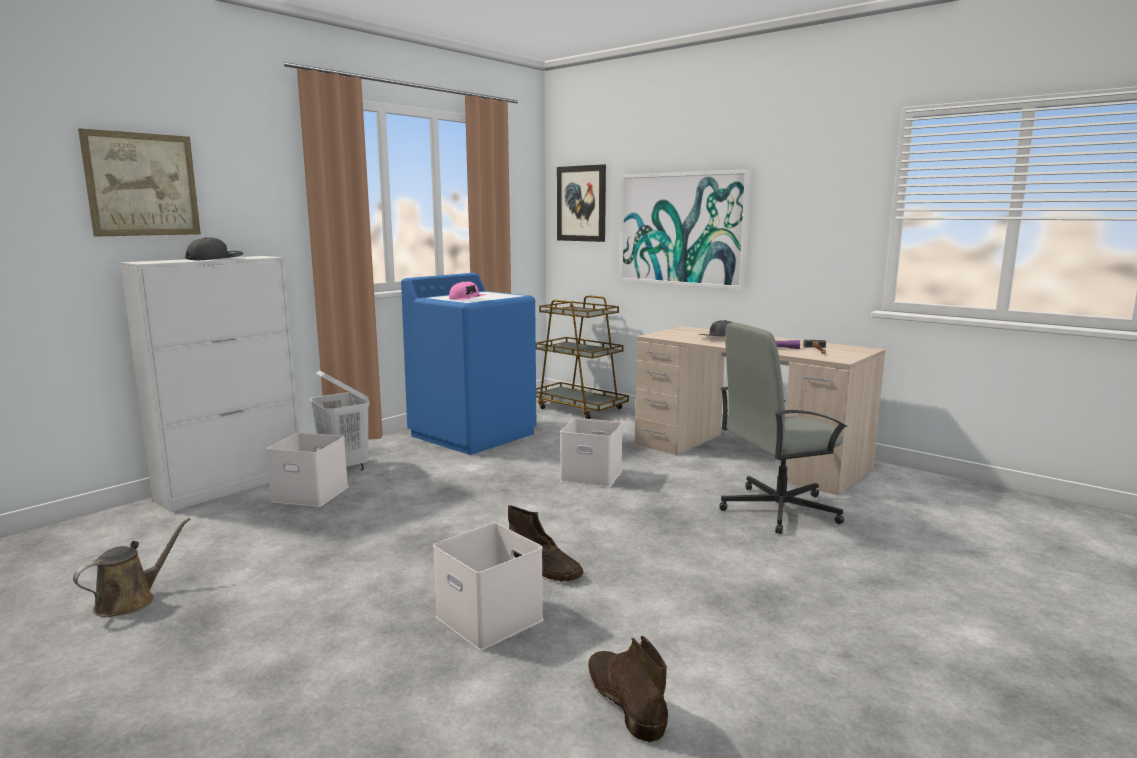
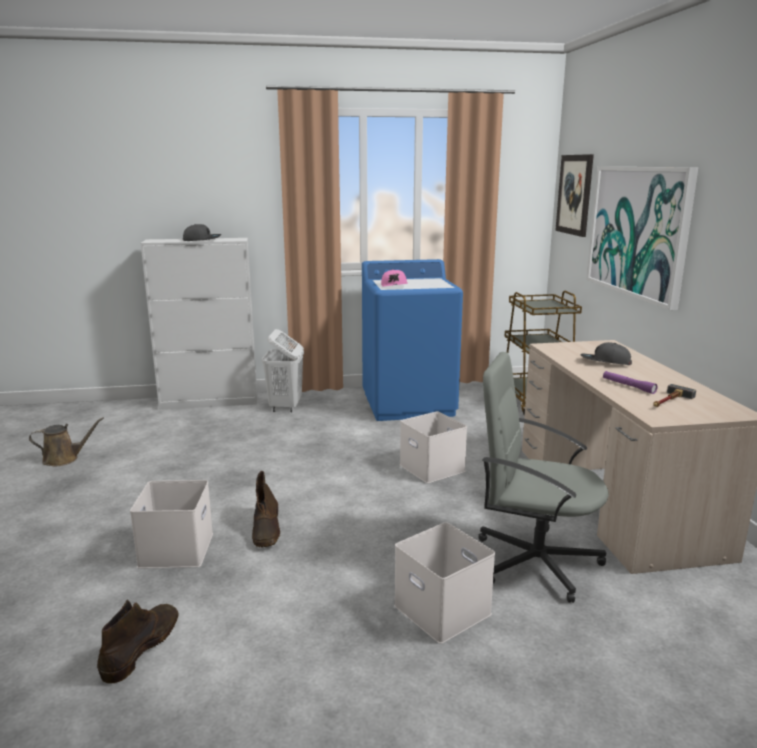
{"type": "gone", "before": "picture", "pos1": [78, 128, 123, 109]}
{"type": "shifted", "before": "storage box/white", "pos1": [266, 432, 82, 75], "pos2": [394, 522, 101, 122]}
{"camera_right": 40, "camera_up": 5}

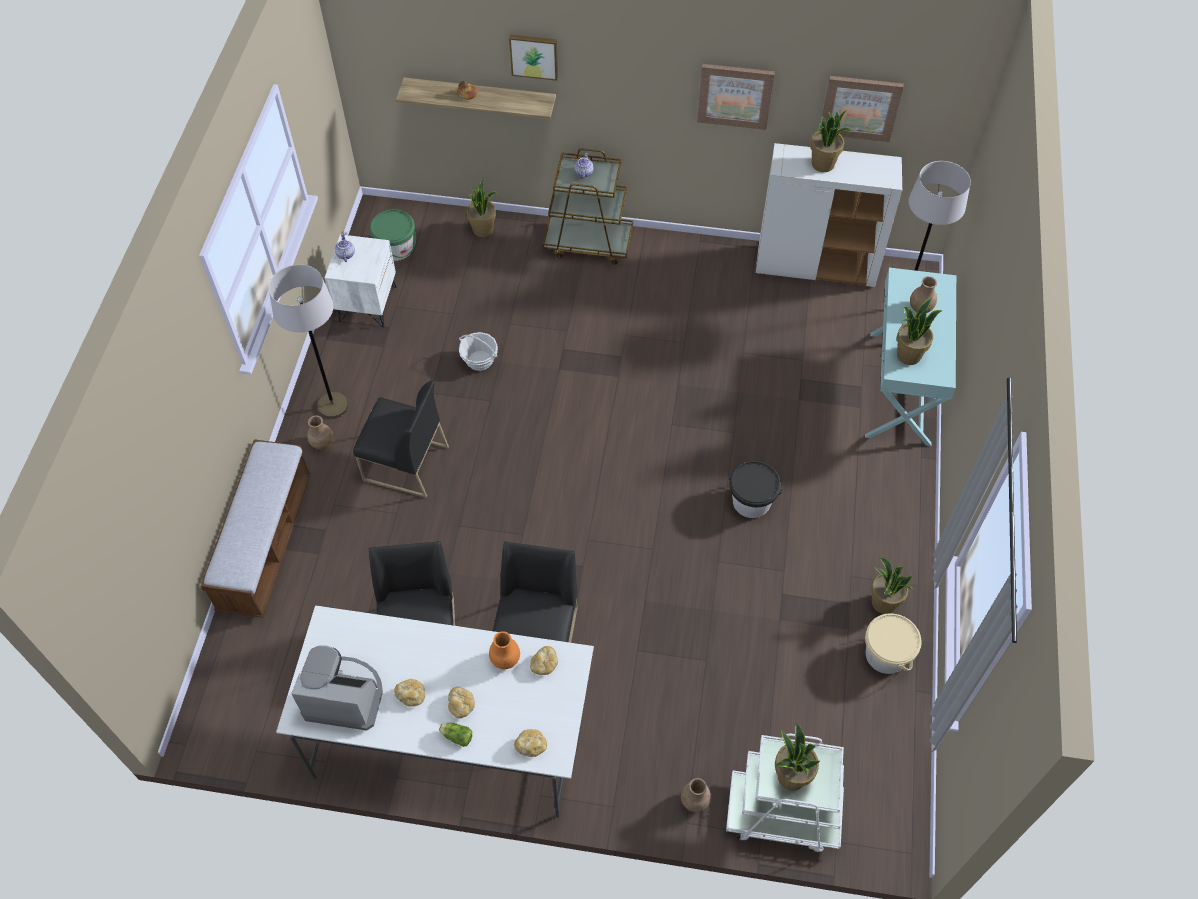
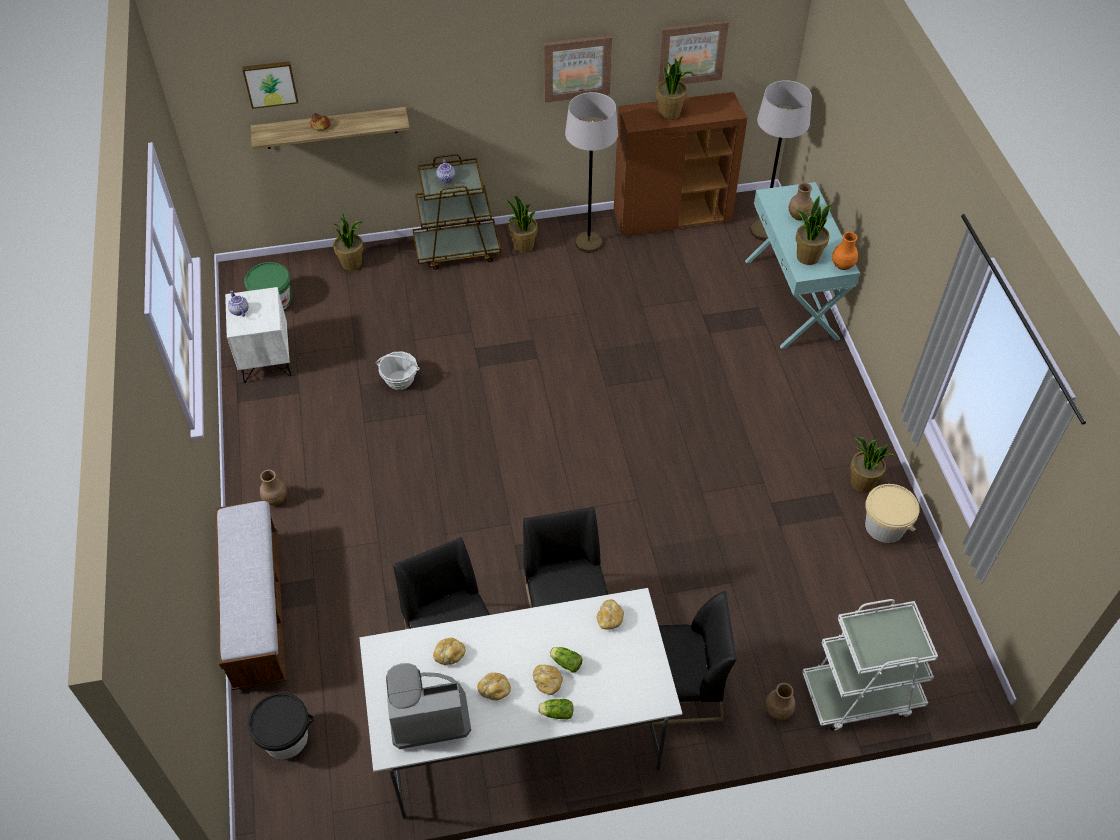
{"type": "shifted", "before": "picture", "pos1": [509, 35, 49, 46], "pos2": [242, 61, 56, 48]}
{"type": "repainted", "before": "cabinet/white", "after": "cabinet/brown", "pos1": [755, 143, 147, 144], "pos2": [614, 92, 133, 144]}
{"type": "shifted", "before": "floor lamp/grey", "pos1": [269, 264, 80, 155], "pos2": [565, 92, 53, 161]}
{"type": "shifted", "before": "chair/black", "pos1": [353, 380, 96, 118], "pos2": [645, 591, 92, 134]}
{"type": "shifted", "before": "bucket/black", "pos1": [729, 461, 54, 57], "pos2": [248, 693, 66, 66]}
{"type": "shifted", "before": "vase/orange", "pos1": [489, 631, 31, 38], "pos2": [832, 232, 26, 38]}
{"type": "shifted", "before": "potted plant", "pos1": [775, 723, 45, 68], "pos2": [505, 196, 33, 57]}
{"type": "shifted", "before": "bread", "pos1": [514, 729, 33, 28], "pos2": [433, 638, 33, 27]}
{"type": "new", "after": "lettuce", "pos2": [550, 647, 32, 26]}
{"camera_right": -20, "camera_up": -5}

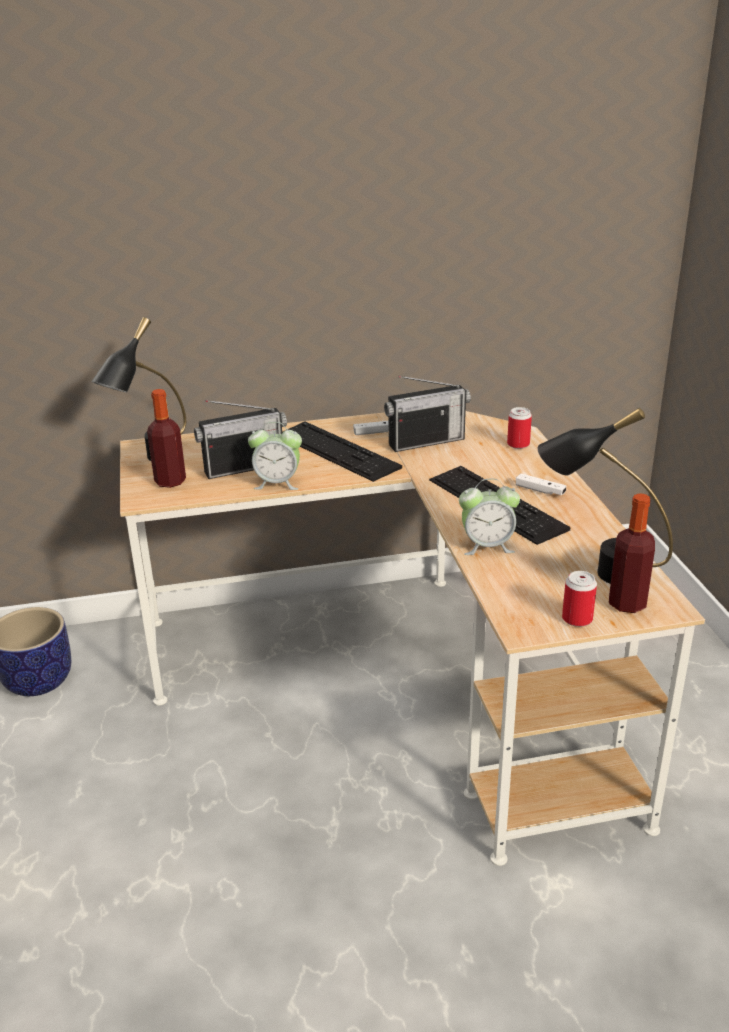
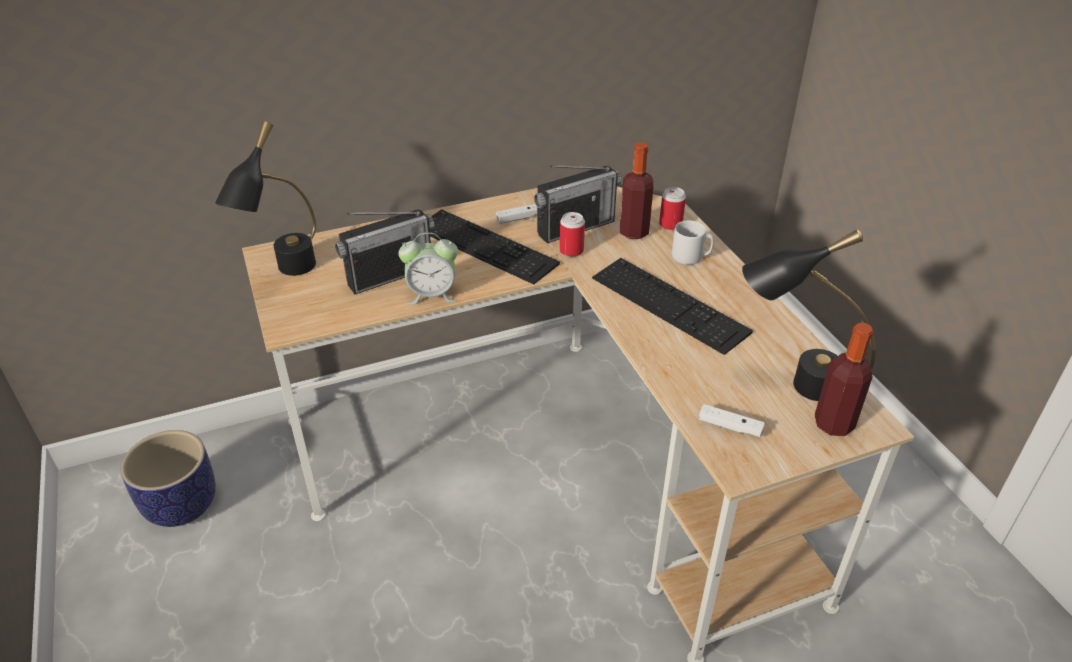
{"type": "shifted", "before": "bottle", "pos1": [147, 389, 39, 99], "pos2": [620, 142, 34, 97]}
{"type": "shifted", "before": "game controller/white", "pos1": [516, 473, 50, 22], "pos2": [699, 404, 66, 33]}
{"type": "gone", "before": "alarm clock", "pos1": [459, 479, 61, 76]}
{"type": "shifted", "before": "can", "pos1": [562, 571, 35, 56], "pos2": [560, 212, 25, 45]}
{"type": "new", "after": "mug/grey", "pos2": [672, 220, 42, 45]}
{"camera_right": -10, "camera_up": 10}

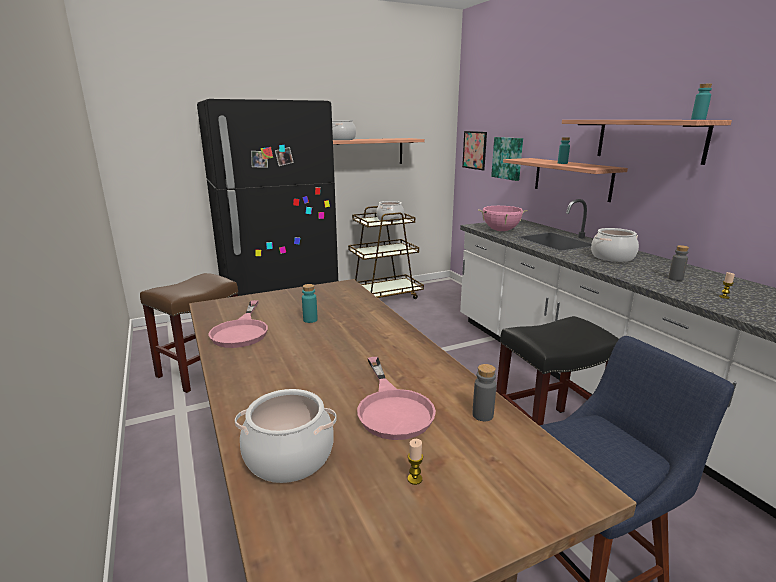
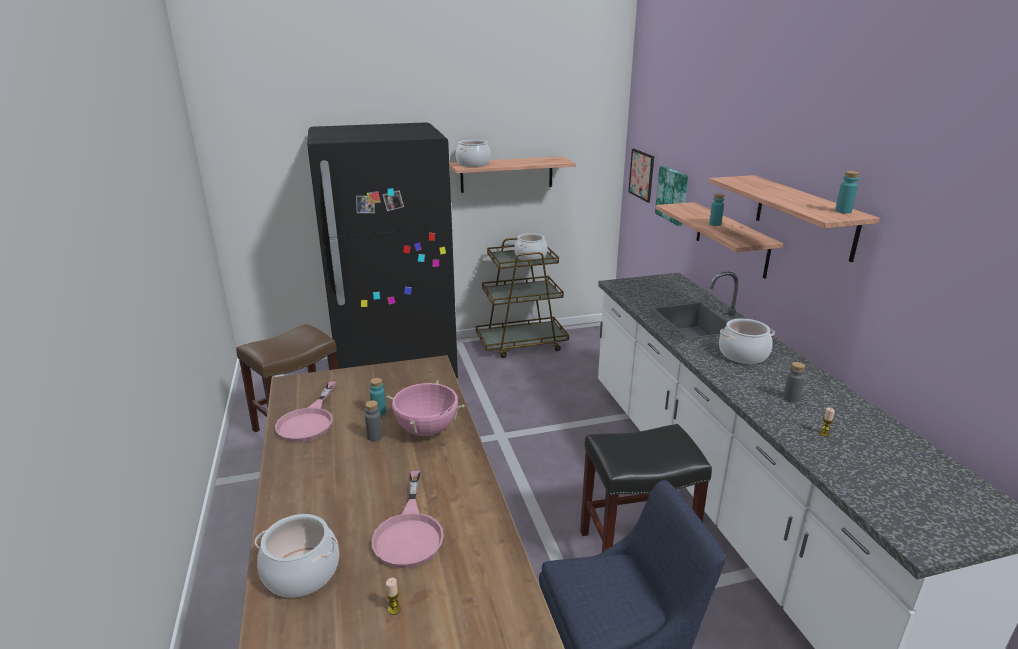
{"type": "shifted", "before": "cooking pot/pink", "pos1": [478, 206, 50, 25], "pos2": [387, 380, 78, 56]}
{"type": "shifted", "before": "bottle/grey", "pos1": [472, 364, 24, 57], "pos2": [365, 400, 18, 42]}
{"camera_right": 10, "camera_up": 5}

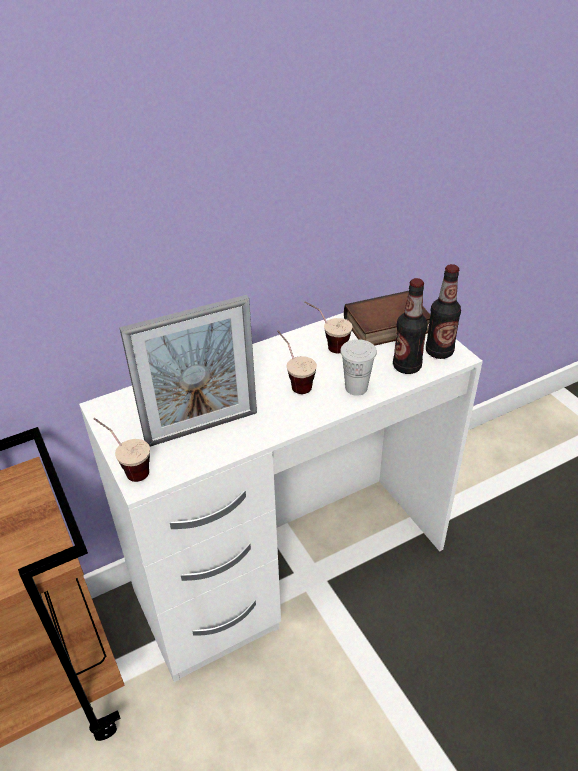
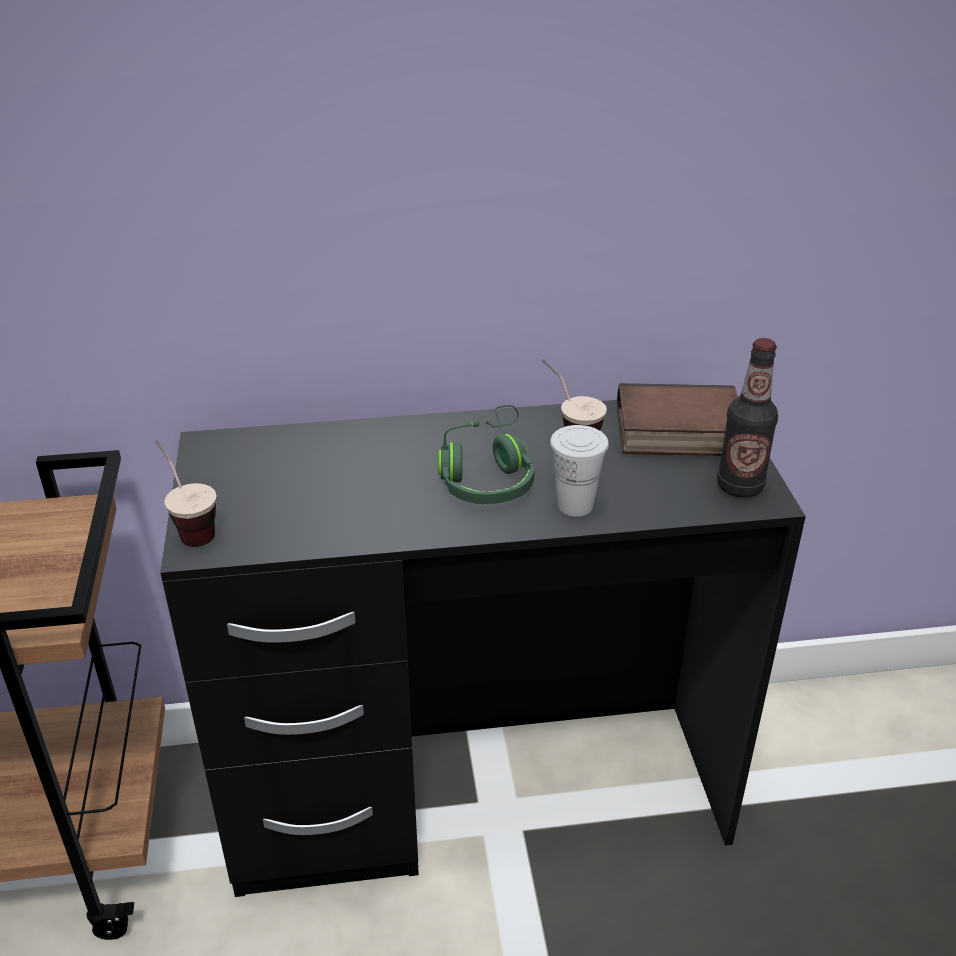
{"type": "gone", "before": "bottle", "pos1": [393, 278, 35, 96]}
{"type": "gone", "before": "picture frame", "pos1": [119, 295, 138, 152]}
{"type": "repainted", "before": "desk/white", "after": "desk/black", "pos1": [79, 313, 404, 369], "pos2": [160, 400, 646, 497]}
{"type": "swapped", "before": "cup", "after": "headphones/green", "pos1": [277, 330, 40, 64], "pos2": [438, 405, 97, 99]}
{"camera_right": 20, "camera_up": -5}

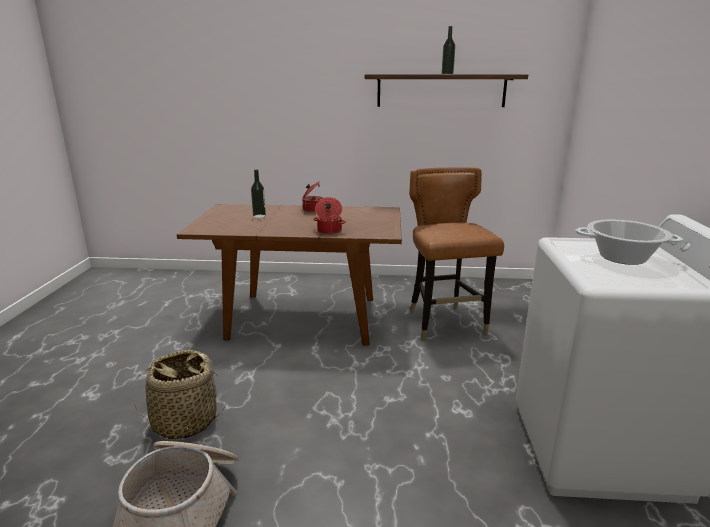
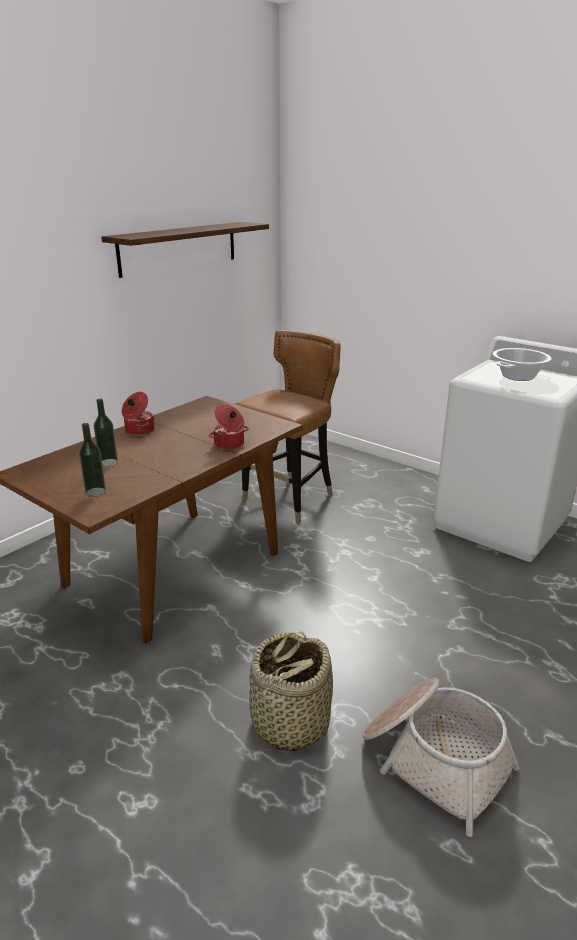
{"type": "shifted", "before": "bottle", "pos1": [442, 26, 13, 48], "pos2": [79, 423, 27, 74]}
{"type": "rotated", "before": "chair/brown", "pos1": [409, 167, 95, 173], "pos2": [235, 330, 106, 193], "turn": 105}
{"camera_right": -55, "camera_up": 5}

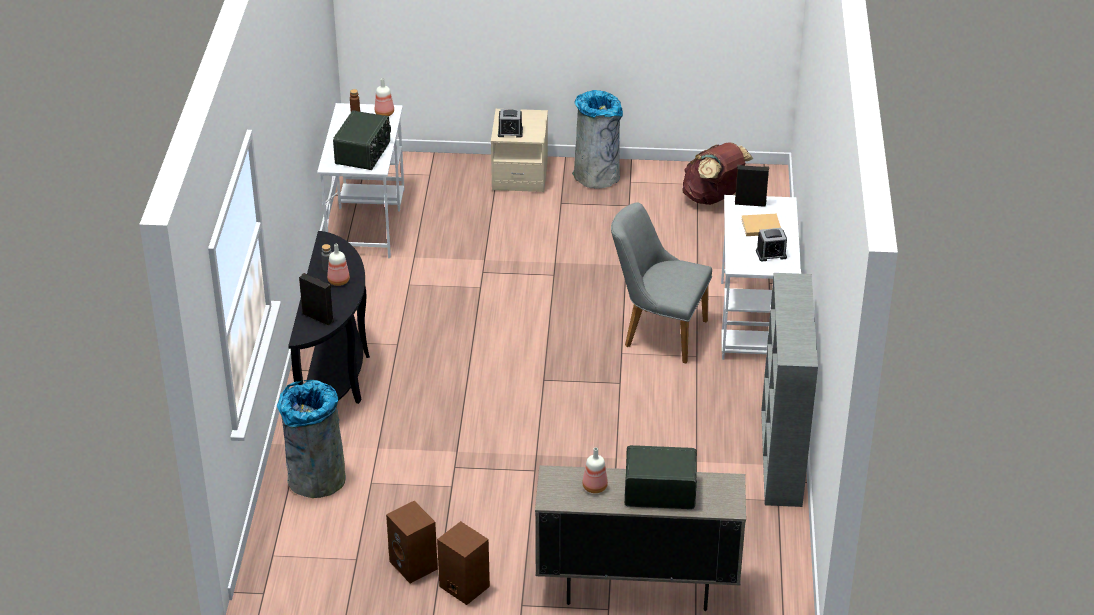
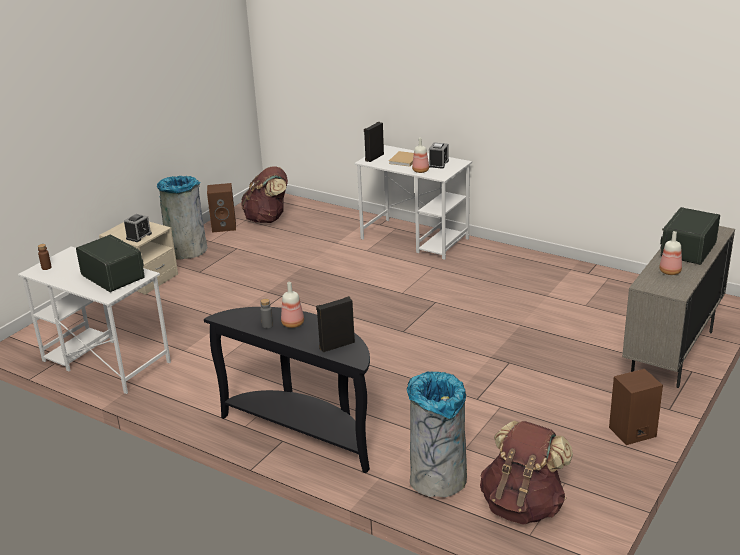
{"type": "shifted", "before": "bottle", "pos1": [375, 78, 19, 38], "pos2": [412, 138, 17, 35]}
{"type": "gone", "before": "chair/grey", "pos1": [611, 202, 101, 162]}
{"type": "gone", "before": "bookcase/grey", "pos1": [761, 273, 57, 234]}
{"type": "shifted", "before": "speaker/brown", "pos1": [386, 501, 52, 82], "pos2": [207, 183, 29, 50]}
{"type": "new", "after": "backpack/brown", "pos2": [480, 420, 93, 105]}
{"camera_right": -60, "camera_up": -10}

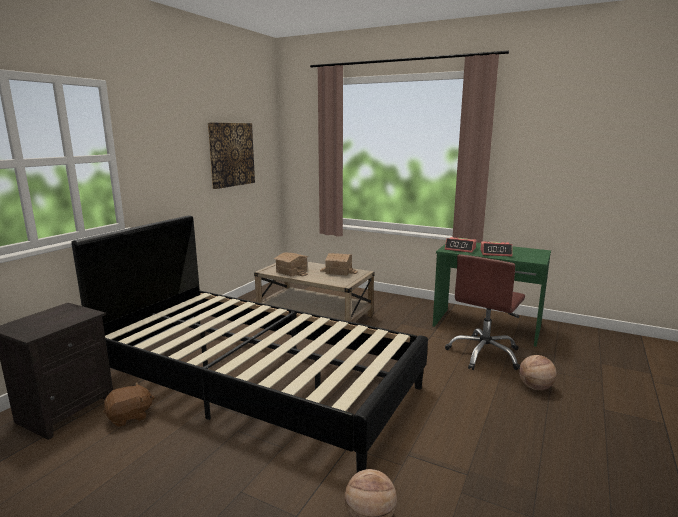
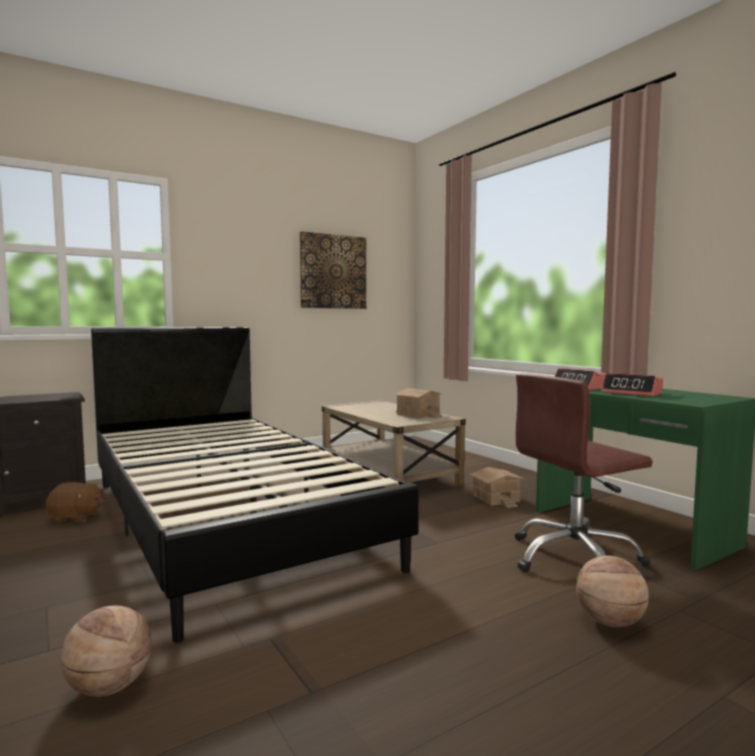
{"type": "shifted", "before": "toy house", "pos1": [274, 252, 35, 25], "pos2": [470, 467, 54, 41]}
{"camera_right": 30, "camera_up": -10}

